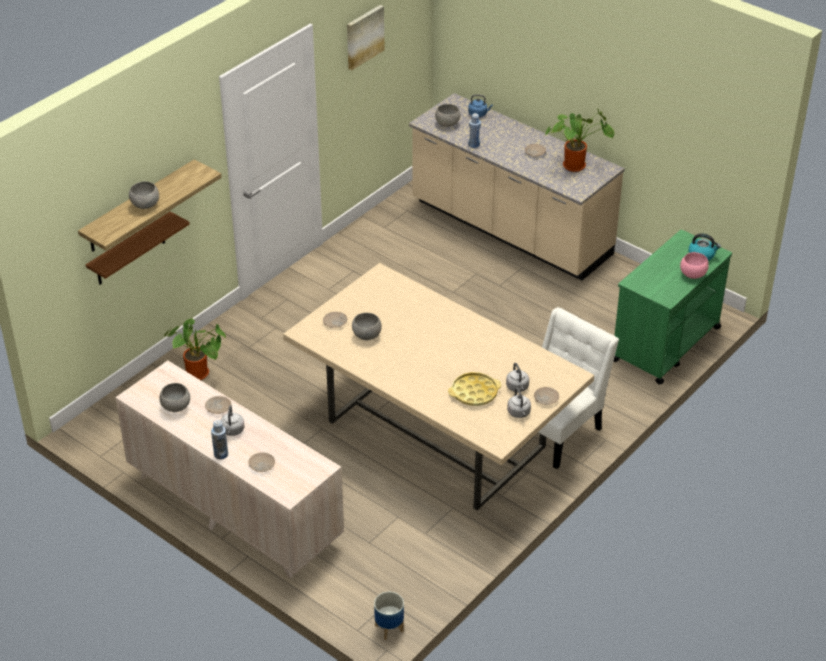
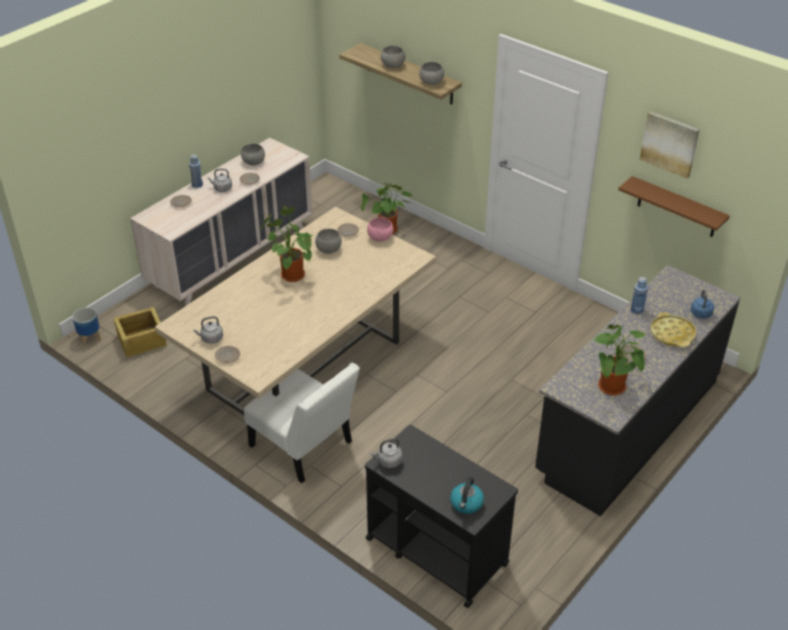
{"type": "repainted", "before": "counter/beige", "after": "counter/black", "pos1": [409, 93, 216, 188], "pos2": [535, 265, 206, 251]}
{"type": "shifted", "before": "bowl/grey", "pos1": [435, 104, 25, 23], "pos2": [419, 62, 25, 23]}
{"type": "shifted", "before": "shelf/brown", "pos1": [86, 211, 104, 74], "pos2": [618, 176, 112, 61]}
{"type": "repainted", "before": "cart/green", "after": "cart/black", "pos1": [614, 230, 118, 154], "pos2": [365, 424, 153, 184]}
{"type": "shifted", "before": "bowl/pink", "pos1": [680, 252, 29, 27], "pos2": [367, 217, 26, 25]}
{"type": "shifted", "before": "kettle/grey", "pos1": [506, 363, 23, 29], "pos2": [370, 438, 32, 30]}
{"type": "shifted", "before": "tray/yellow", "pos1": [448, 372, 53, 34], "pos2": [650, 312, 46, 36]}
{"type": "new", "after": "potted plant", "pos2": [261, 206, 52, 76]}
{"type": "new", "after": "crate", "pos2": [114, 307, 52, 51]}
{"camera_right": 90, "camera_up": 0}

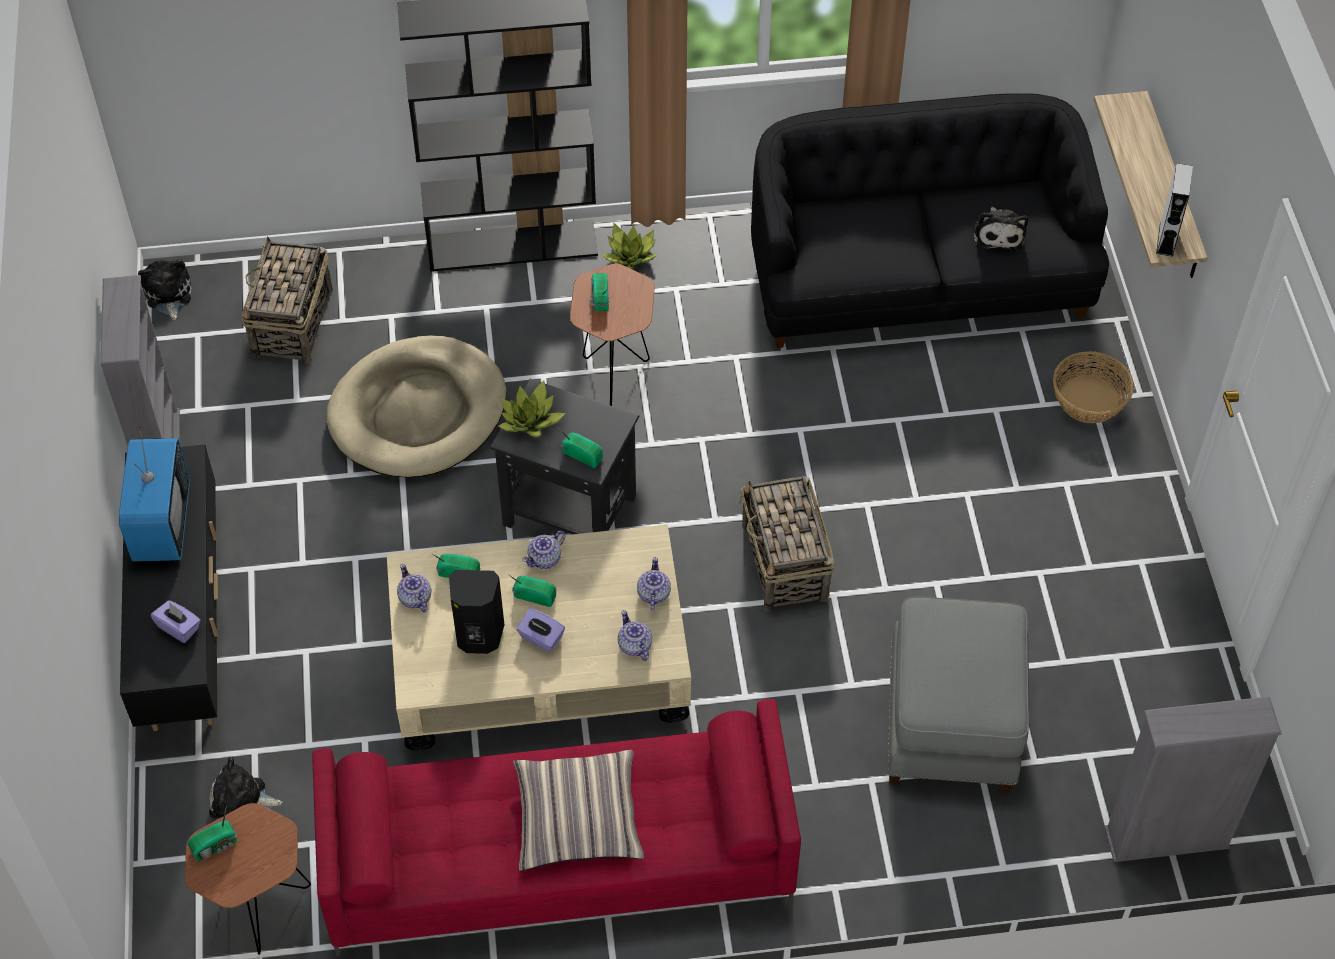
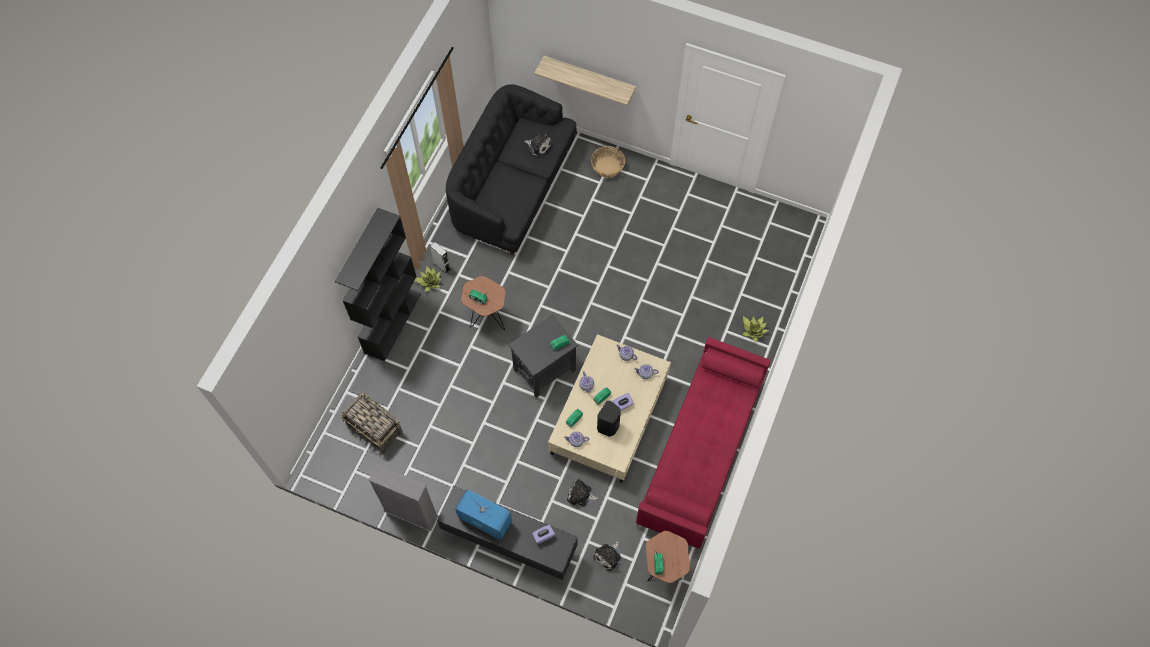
{"type": "shifted", "before": "speaker/grey", "pos1": [1156, 163, 37, 94], "pos2": [430, 242, 21, 32]}
{"type": "shifted", "before": "plush toy", "pos1": [138, 259, 54, 61], "pos2": [567, 478, 32, 29]}
{"type": "gone", "before": "dog bed/beige", "pos1": [326, 335, 180, 143]}
{"type": "shifted", "before": "potted plant", "pos1": [499, 380, 67, 57], "pos2": [742, 316, 27, 26]}
{"type": "gone", "before": "basket", "pos1": [740, 476, 94, 135]}
{"type": "gone", "before": "ottoman/grey", "pos1": [887, 597, 142, 196]}
{"type": "gone", "before": "bookcase/grey", "pos1": [1104, 696, 178, 166]}
{"type": "gone", "before": "pillow", "pos1": [513, 750, 132, 121]}
{"camera_right": -60, "camera_up": 10}

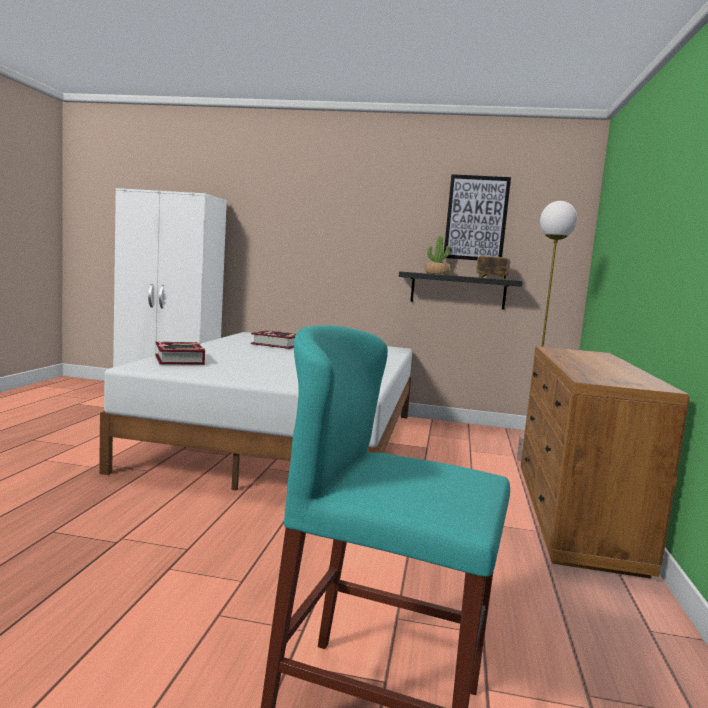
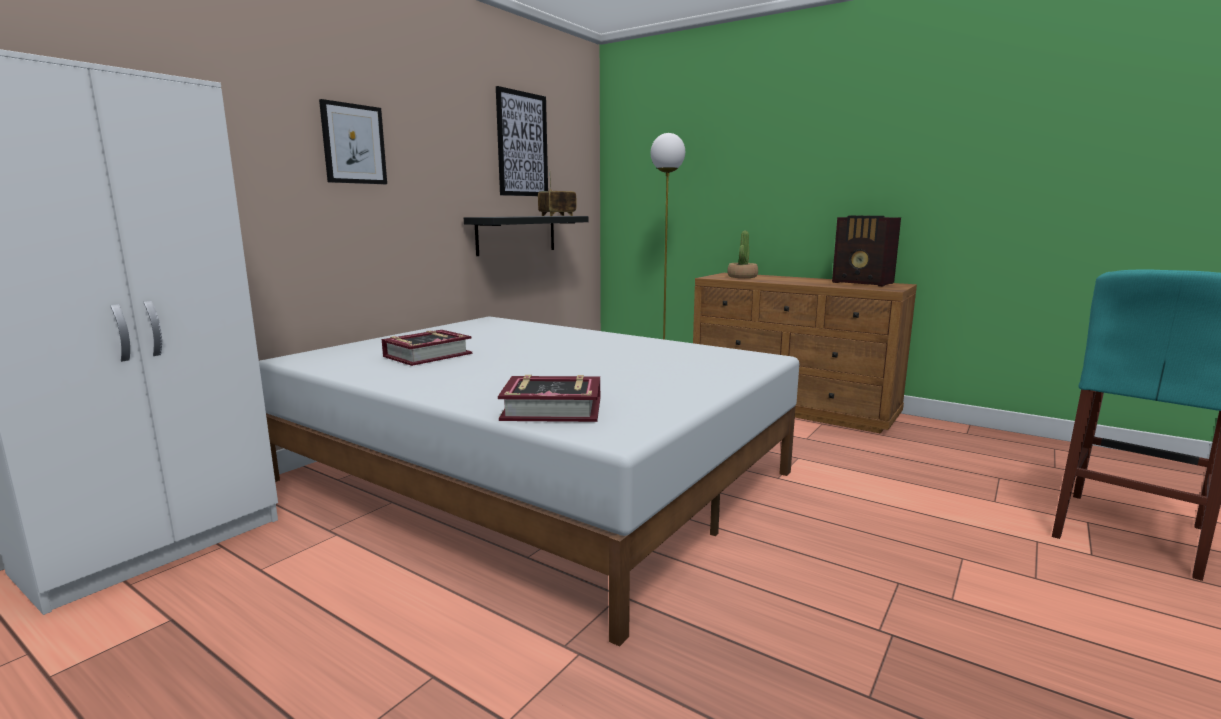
{"type": "shifted", "before": "potted plant", "pos1": [425, 236, 25, 39], "pos2": [727, 231, 31, 47]}
{"type": "new", "after": "picture", "pos2": [319, 99, 68, 85]}
{"type": "new", "after": "radio", "pos2": [832, 215, 69, 71]}
{"camera_right": -65, "camera_up": 5}

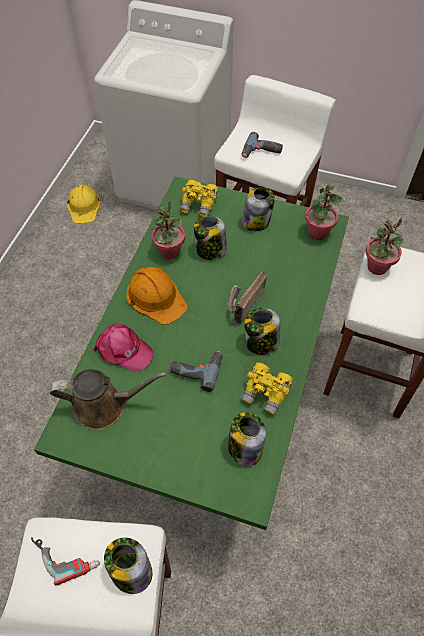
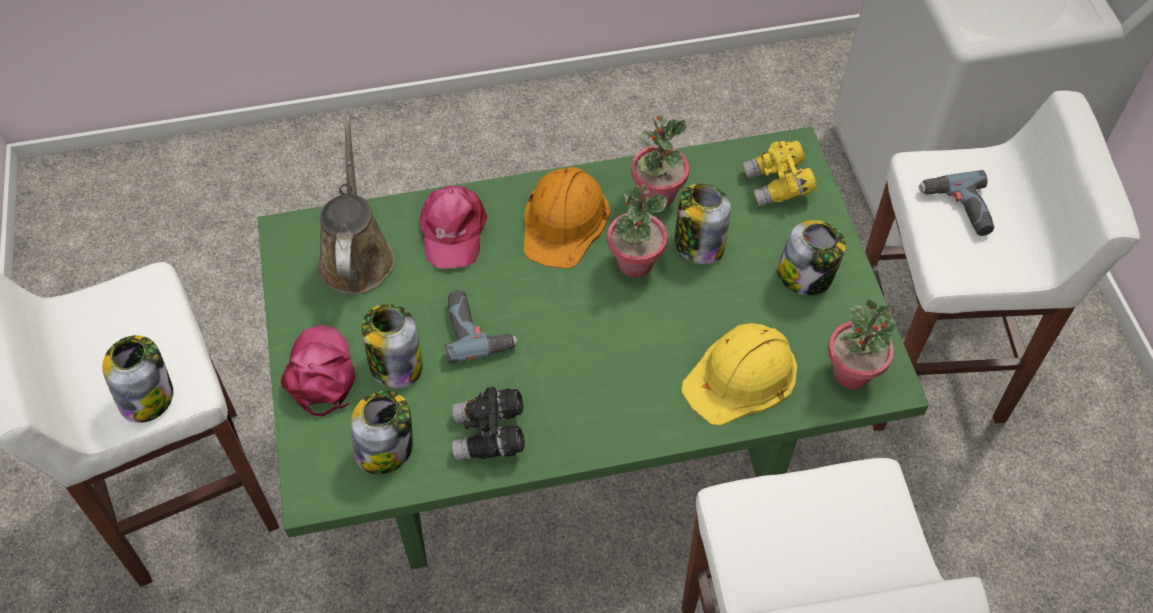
{"type": "shifted", "before": "hard hat/yellow", "pos1": [67, 185, 34, 39], "pos2": [681, 323, 116, 102]}
{"type": "shifted", "before": "potted plant", "pos1": [366, 218, 38, 57], "pos2": [607, 184, 61, 93]}
{"type": "gone", "before": "radio", "pos1": [227, 272, 40, 52]}
{"type": "shifted", "before": "jar", "pos1": [245, 308, 35, 47], "pos2": [362, 304, 61, 85]}
{"type": "repainted", "before": "binoculars/yellow", "after": "binoculars/black", "pos1": [241, 362, 52, 53], "pos2": [452, 386, 73, 75]}
{"type": "rotated", "before": "watering can/brown", "pos1": [50, 369, 116, 61], "pos2": [318, 115, 77, 179], "turn": -150}
{"type": "gone", "before": "power drill", "pos1": [31, 537, 69, 49]}
{"type": "new", "after": "cap/pink", "pos2": [281, 325, 74, 92]}
{"camera_right": 60, "camera_up": 0}

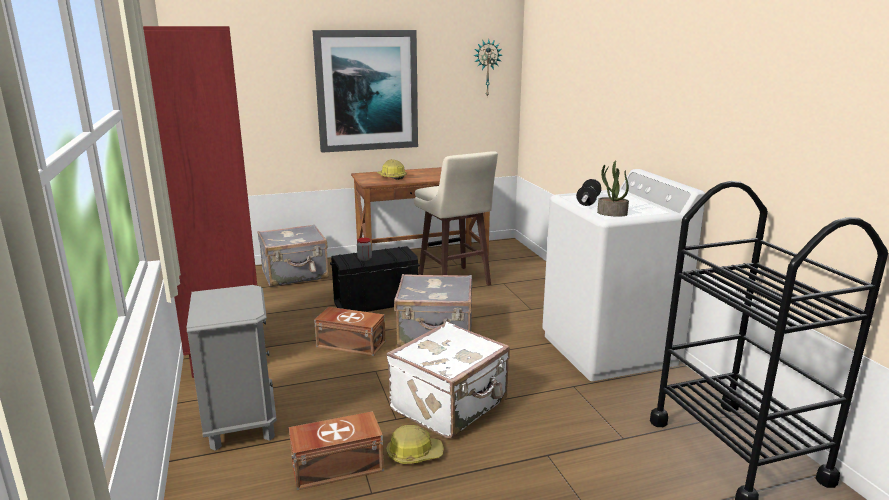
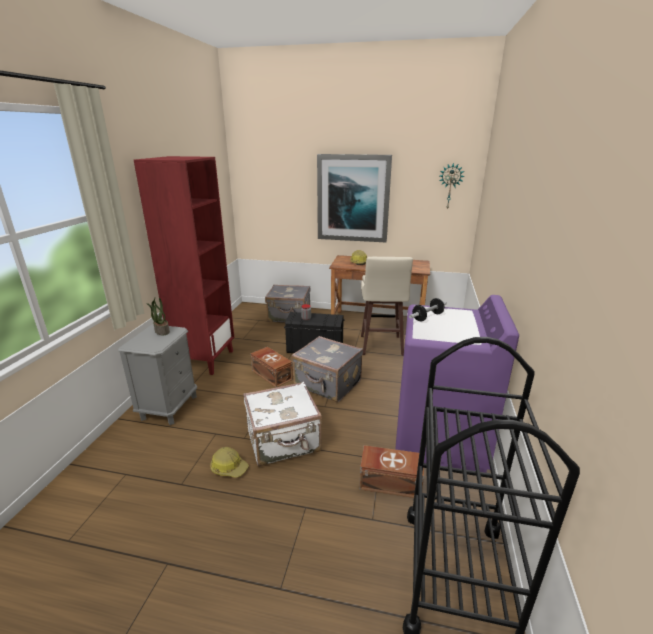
{"type": "shifted", "before": "potted plant", "pos1": [597, 160, 32, 57], "pos2": [146, 298, 24, 37]}
{"type": "repainted", "before": "washing machine/white", "after": "washing machine/purple", "pos1": [542, 169, 163, 212], "pos2": [395, 295, 124, 178]}
{"type": "shifted", "before": "storage box/brown", "pos1": [289, 411, 95, 79], "pos2": [359, 445, 65, 53]}
{"camera_right": 30, "camera_up": 5}

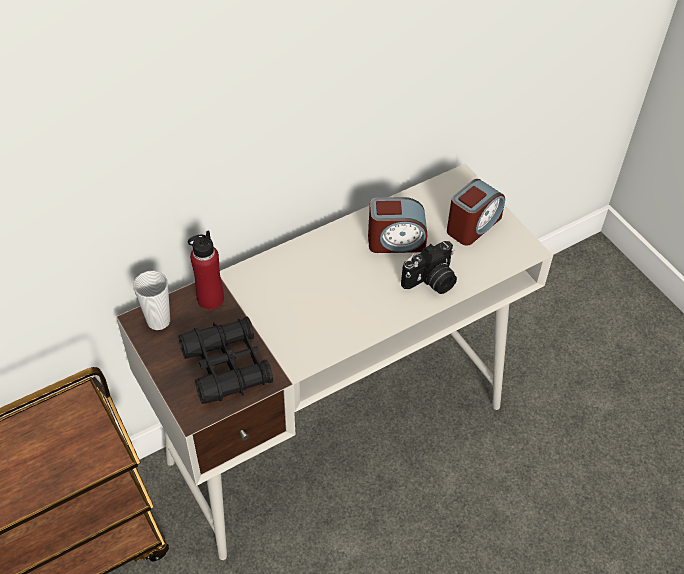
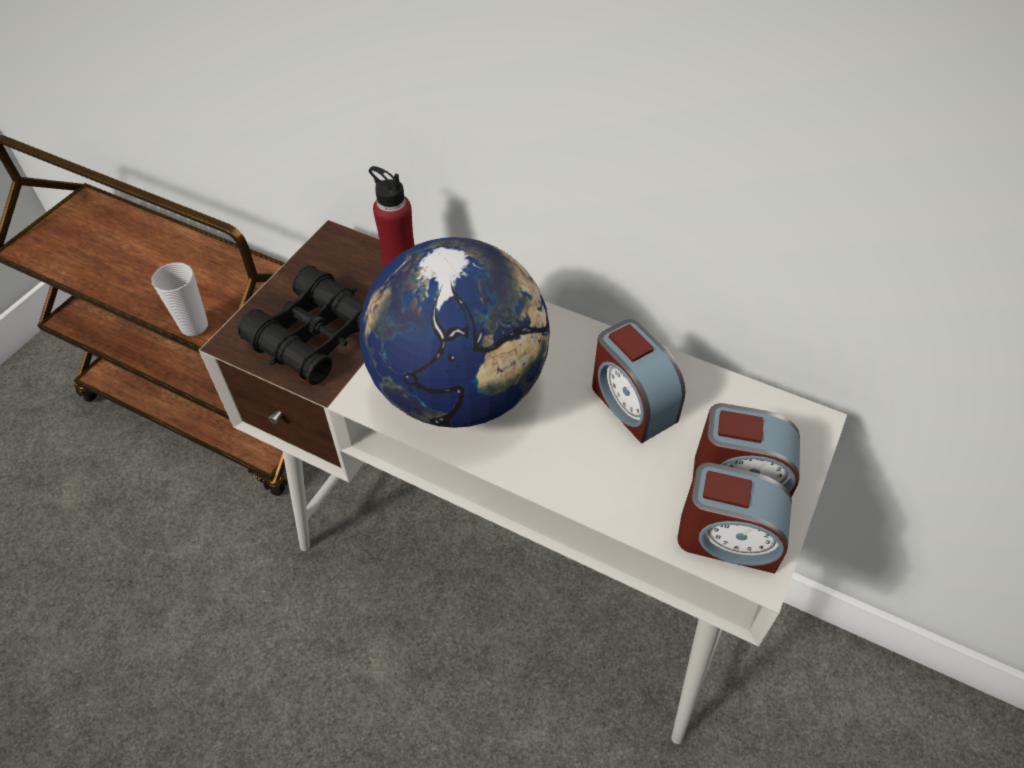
{"type": "gone", "before": "photo camera", "pos1": [401, 241, 56, 53]}
{"type": "shifted", "before": "cup", "pos1": [133, 271, 37, 59], "pos2": [152, 262, 56, 74]}
{"type": "new", "after": "globe", "pos2": [360, 237, 190, 191]}
{"type": "new", "after": "alarm clock", "pos2": [678, 462, 114, 112]}
{"camera_right": 60, "camera_up": 0}

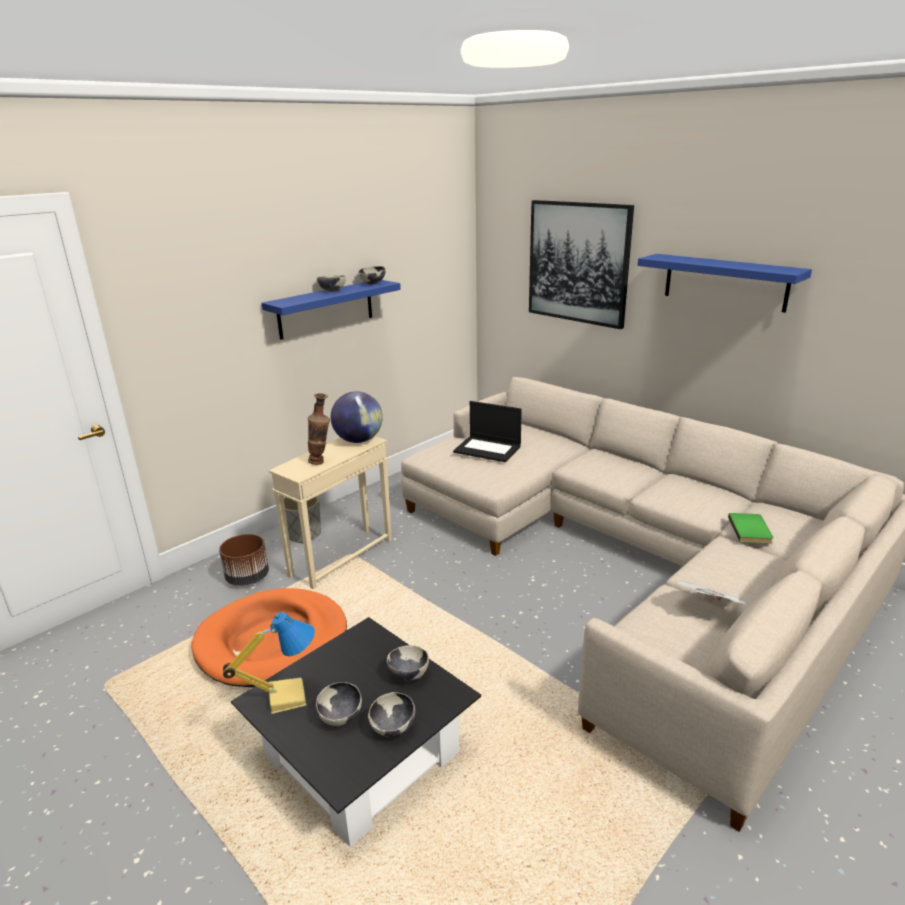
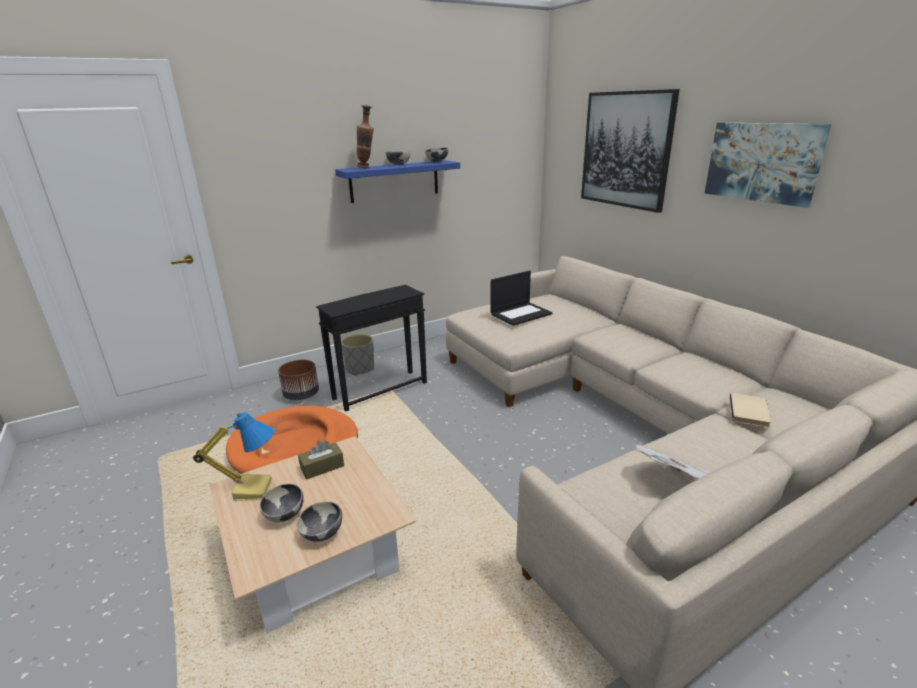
{"type": "swapped", "before": "shelf/blue", "after": "picture", "pos1": [638, 254, 174, 59], "pos2": [704, 122, 127, 86]}
{"type": "gone", "before": "globe", "pos1": [331, 391, 52, 52]}
{"type": "shifted", "before": "vase", "pos1": [308, 393, 22, 72], "pos2": [356, 105, 18, 63]}
{"type": "rotated", "before": "laptop", "pos1": [453, 401, 69, 61], "pos2": [490, 270, 63, 56], "turn": -75}
{"type": "repainted", "before": "side table/beige", "after": "side table/black", "pos1": [269, 436, 123, 153], "pos2": [316, 285, 111, 126]}
{"type": "repainted", "before": "book/green", "after": "book/beige", "pos1": [728, 513, 45, 31], "pos2": [730, 392, 42, 36]}
{"type": "repainted", "before": "coffee table/black", "after": "coffee table/beige", "pos1": [231, 617, 250, 230], "pos2": [209, 436, 206, 198]}
{"type": "gone", "before": "bowl", "pos1": [386, 645, 43, 37]}
{"type": "new", "after": "tissue box/brown", "pos2": [298, 440, 46, 40]}
{"camera_right": 15, "camera_up": 0}

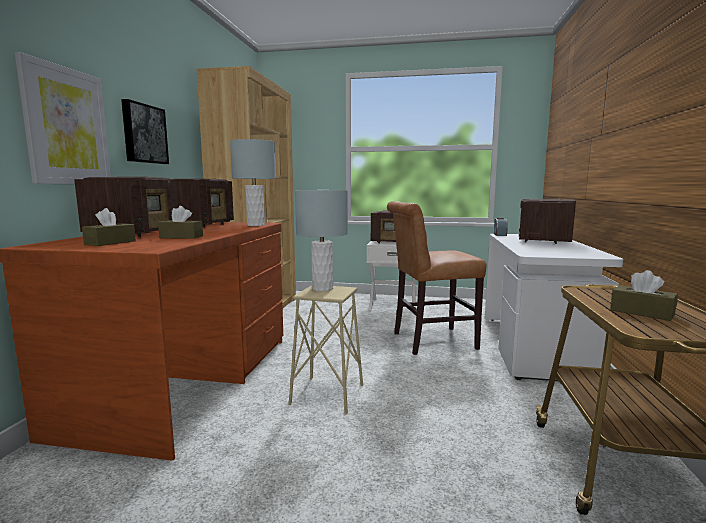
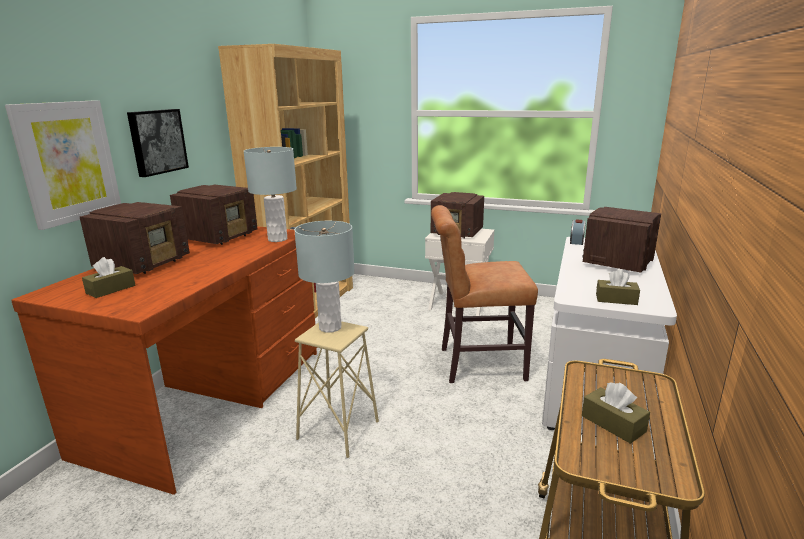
{"type": "shifted", "before": "tissue box/brown", "pos1": [158, 206, 45, 33], "pos2": [596, 269, 44, 36]}
{"camera_right": 10, "camera_up": 10}

